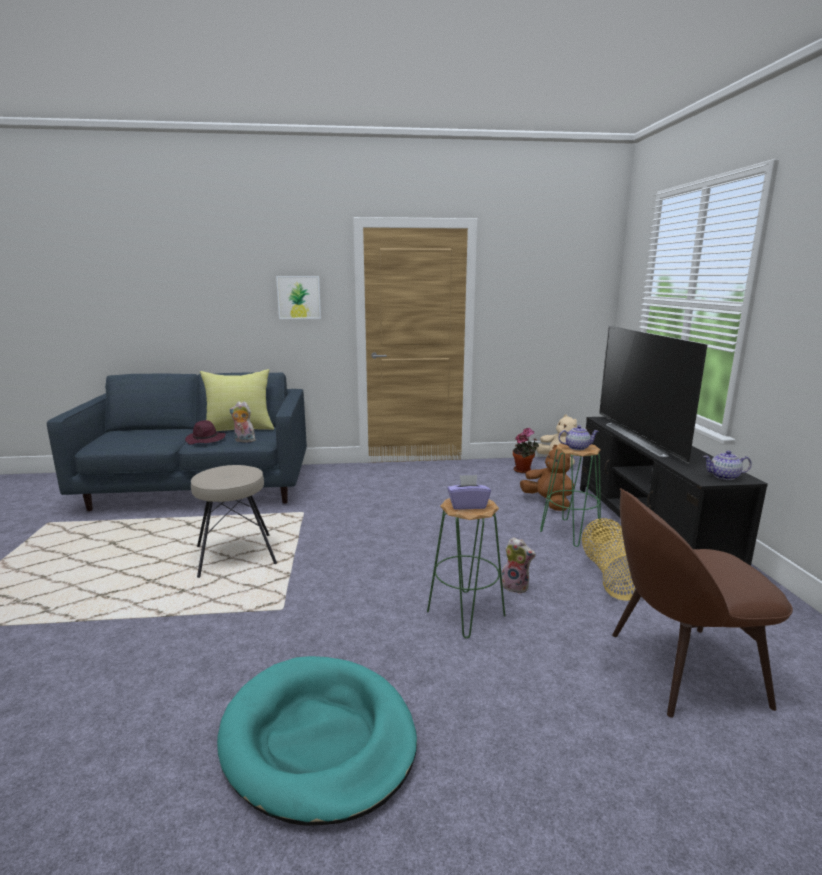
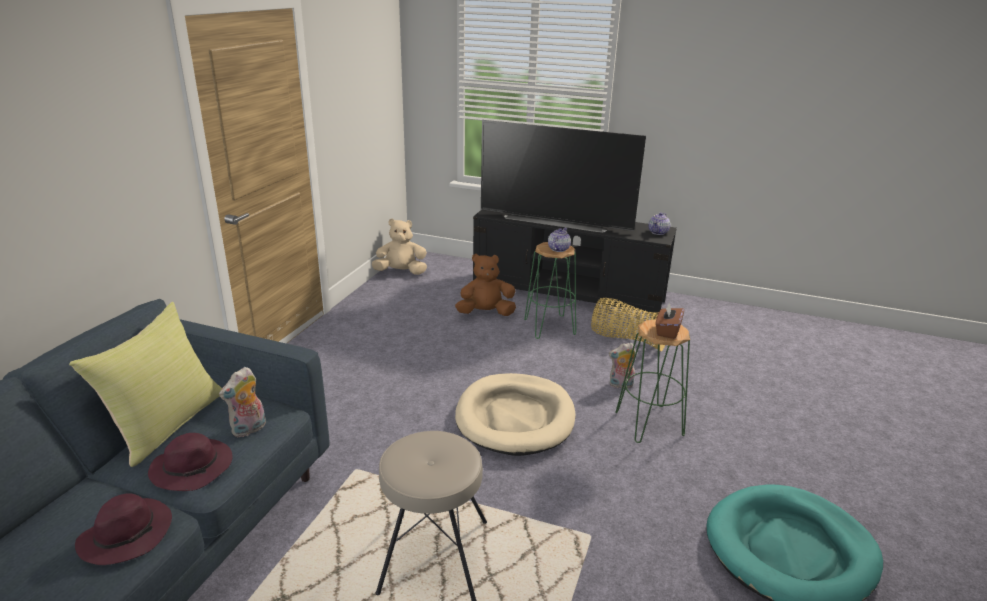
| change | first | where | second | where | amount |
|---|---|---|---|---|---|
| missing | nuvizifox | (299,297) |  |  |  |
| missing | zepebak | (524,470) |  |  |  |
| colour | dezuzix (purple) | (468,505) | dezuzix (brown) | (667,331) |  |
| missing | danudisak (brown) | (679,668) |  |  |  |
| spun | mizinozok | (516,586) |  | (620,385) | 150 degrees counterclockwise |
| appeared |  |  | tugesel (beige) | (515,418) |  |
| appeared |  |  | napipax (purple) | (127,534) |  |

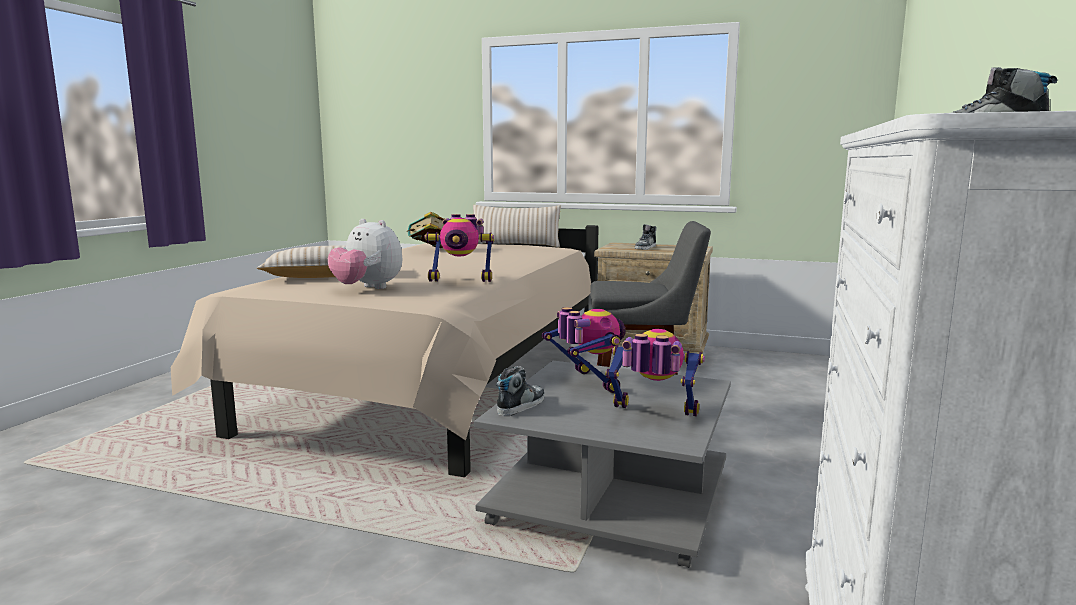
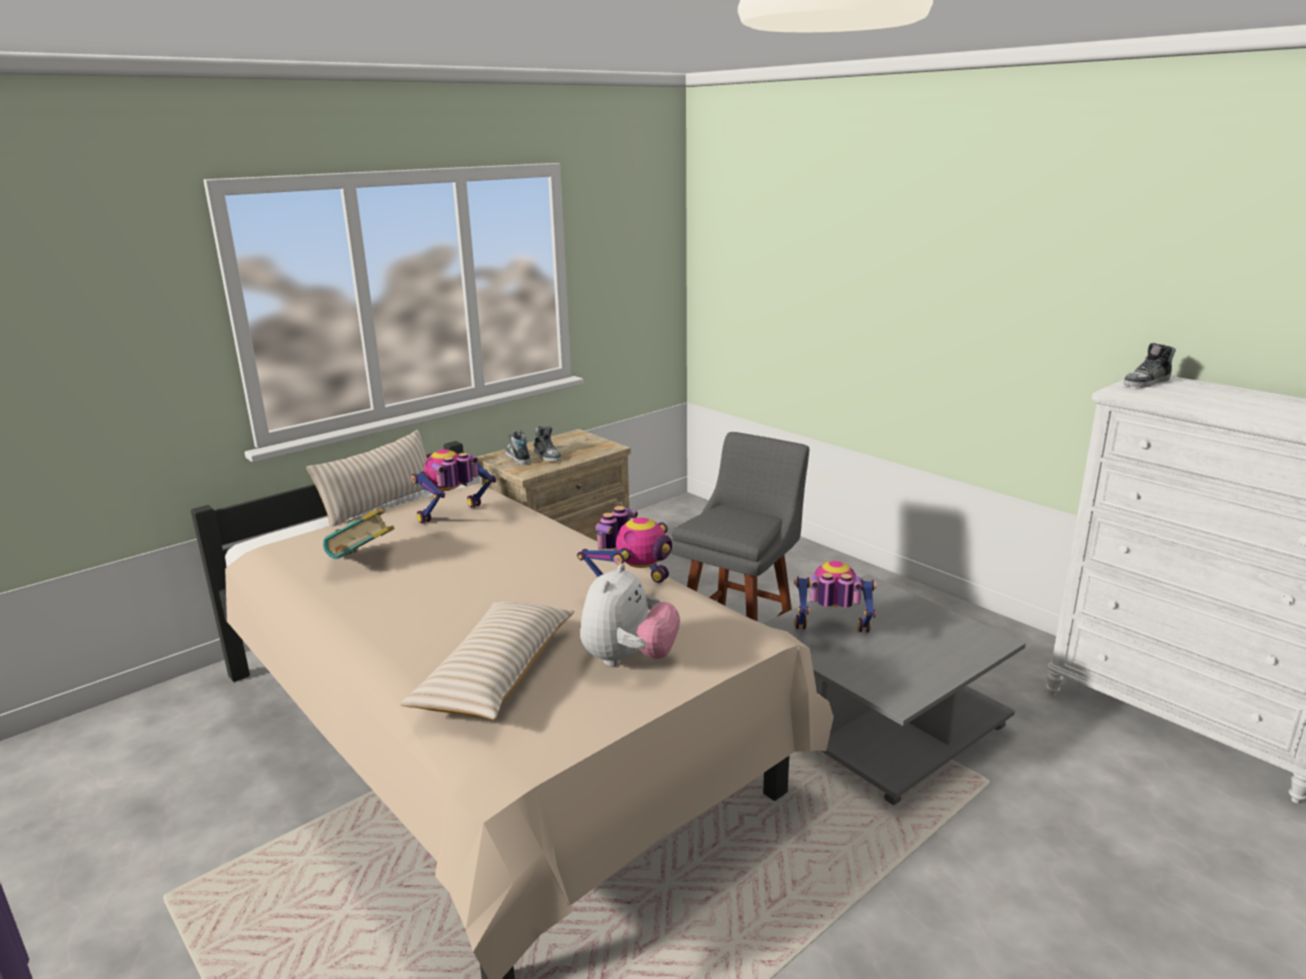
| change | first | where | second | where | amount |
|---|---|---|---|---|---|
| spun | mizinozok | (367,288) |  | (628,659) | 45 degrees counterclockwise |
| relocated | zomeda | (652,415) |  | (454,517) |  |
| relocated | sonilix | (521,405) |  | (518,457) |  |

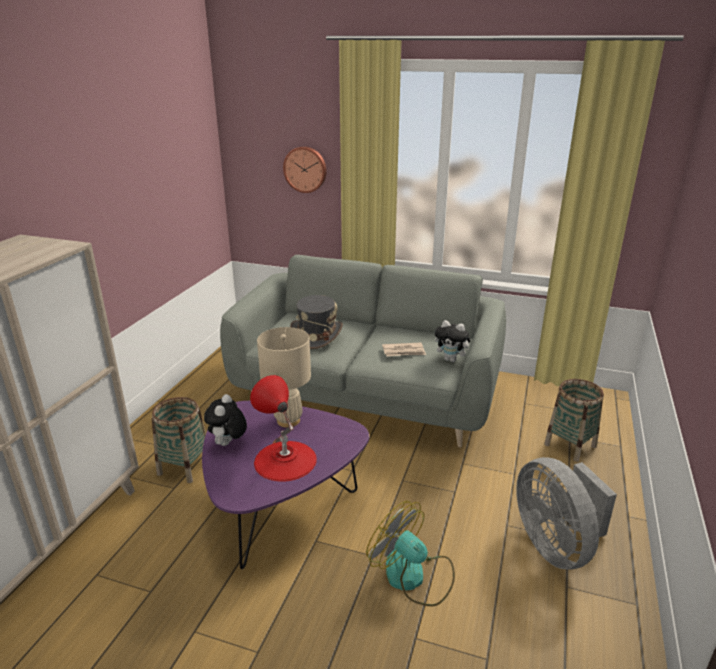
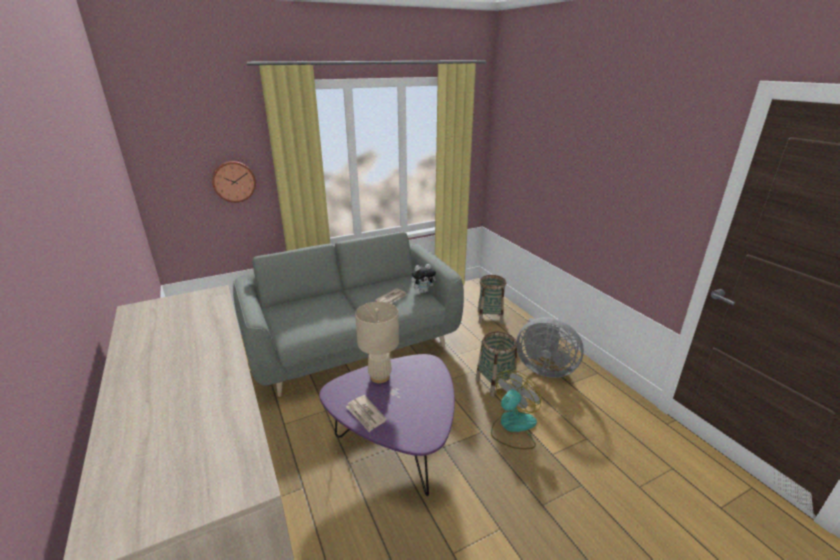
| change | first | where | second | where | amount |
|---|---|---|---|---|---|
| missing | napipax (grey) | (316,335) |  |  |  |
| missing | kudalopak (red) | (285,460) |  |  |  |
| exchanged | mizinozok | (228,444) | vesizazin | (365,414) |  |
| relocated | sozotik | (184,467) |  | (495,383) |  |
| spun | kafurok | (413,576) |  | (513,427) | 135 degrees clockwise |

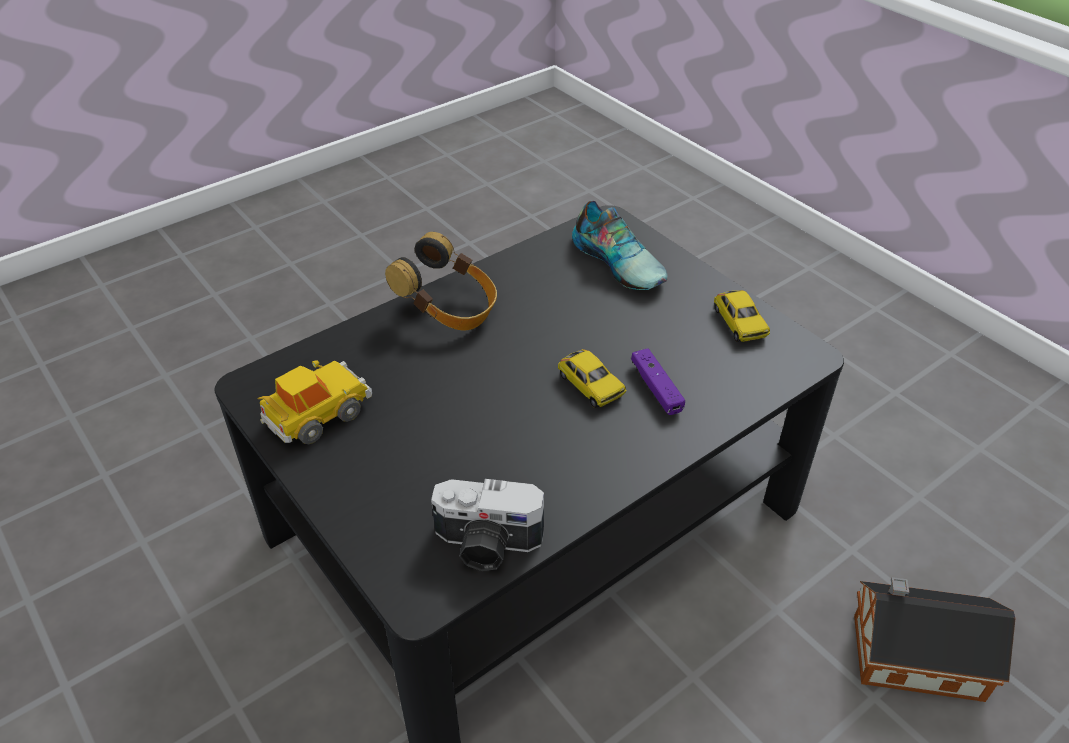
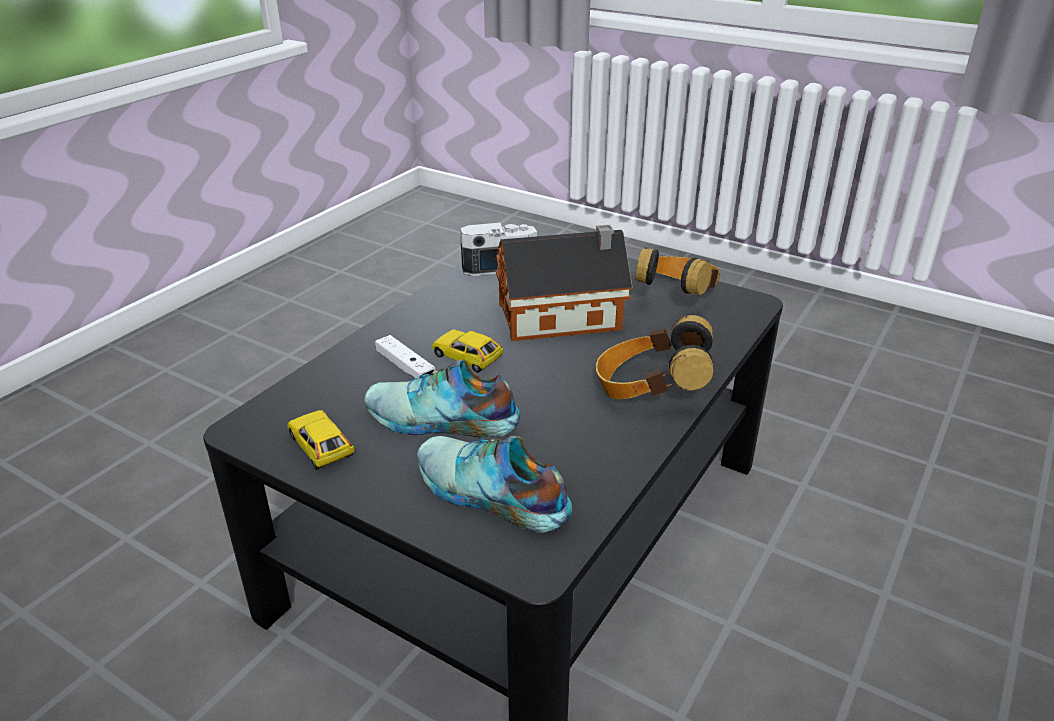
| change | first | where | second | where | amount |
|---|---|---|---|---|---|
| colour | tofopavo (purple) | (656,388) | tofopavo (white) | (405,367) |  |
| exchanged | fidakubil | (318,414) | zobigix | (677,297) |  |
| relocated | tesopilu | (910,655) |  | (565,317) |  |
| appeared |  |  | sonilix | (441,420) |  |

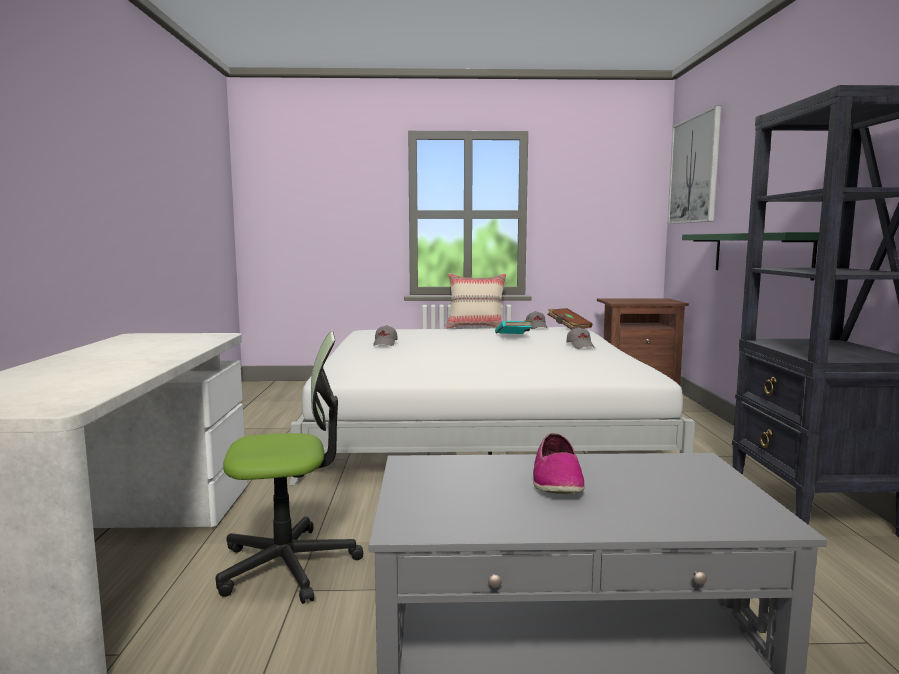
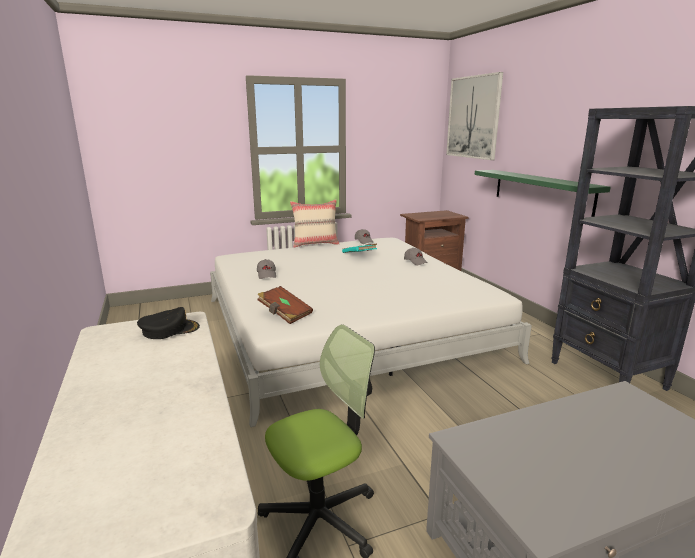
| change | first | where | second | where | amount |
|---|---|---|---|---|---|
| relocated | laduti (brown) | (568,327) |  | (284,314) |  |
| missing | sonilix | (556,481) |  |  |  |
| appeared |  |  | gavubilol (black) | (169,330) |  |

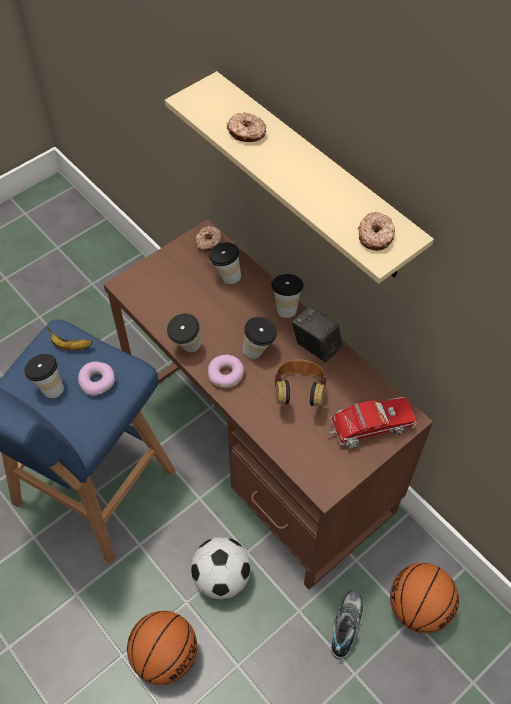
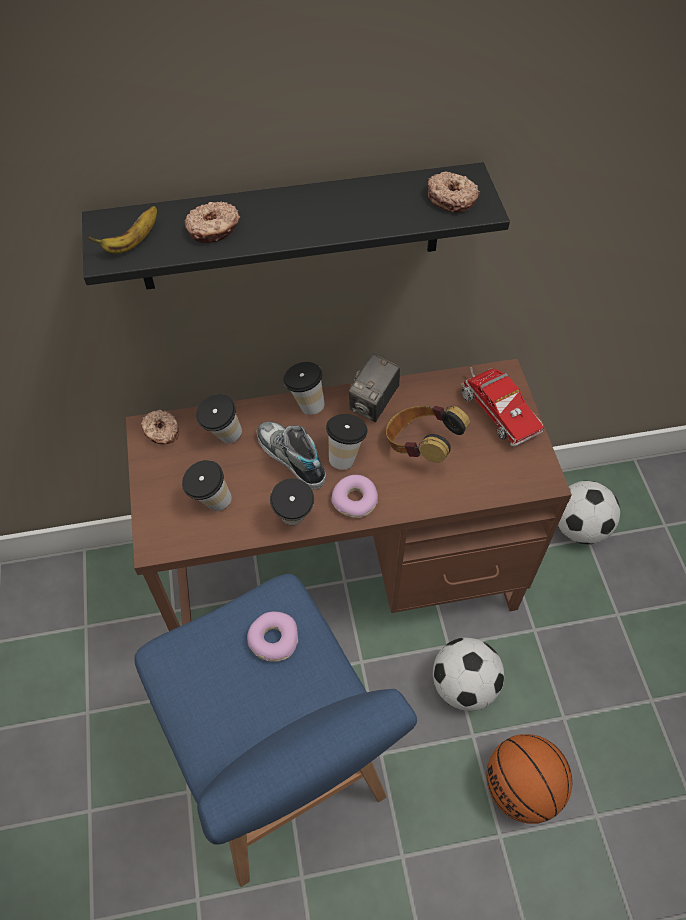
| change | first | where | second | where | amount |
|---|---|---|---|---|---|
| colour | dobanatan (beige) | (314,178) | dobanatan (black) | (290,228) |  |
| spun | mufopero | (316,347) |  | (373,404) | 45 degrees counterclockwise |
| relocated | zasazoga | (70,346) |  | (132,242) |  |
| relocated | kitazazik | (49,387) |  | (210,503) |  |
| spun | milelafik | (367,428) |  | (496,411) | 135 degrees clockwise |
| exchanged | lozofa | (418,607) | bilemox | (579,527) |  |
| relocated | sonilix | (346,625) |  | (291,458) |  |

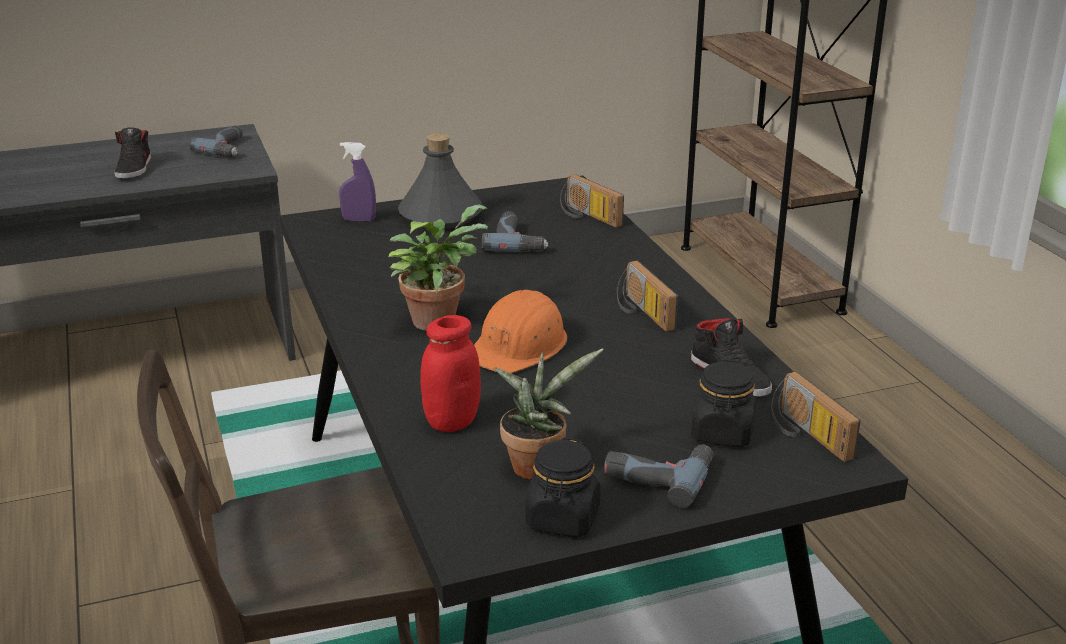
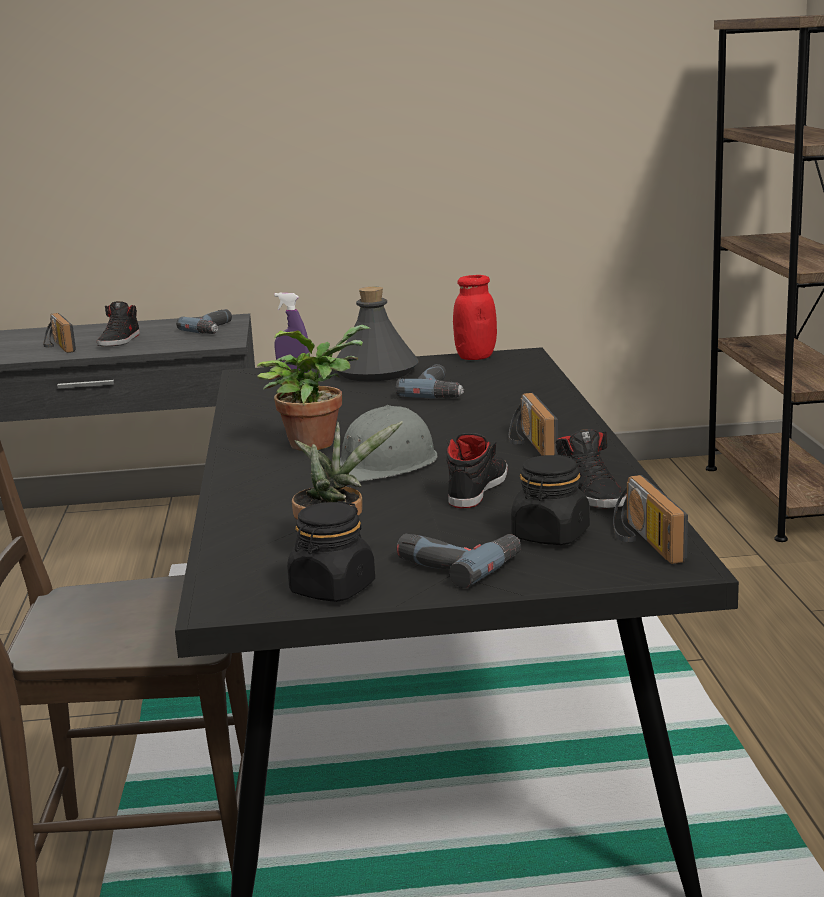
| change | first | where | second | where | amount |
|---|---|---|---|---|---|
| relocated | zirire | (587,216) |  | (57,347) |  |
| colour | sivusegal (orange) | (520,346) | sivusegal (grey) | (384,464) |  |
| relocated | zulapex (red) | (451,421) |  | (475,357) |  |
| appeared |  |  | sonilix (black) | (477,488) |  |

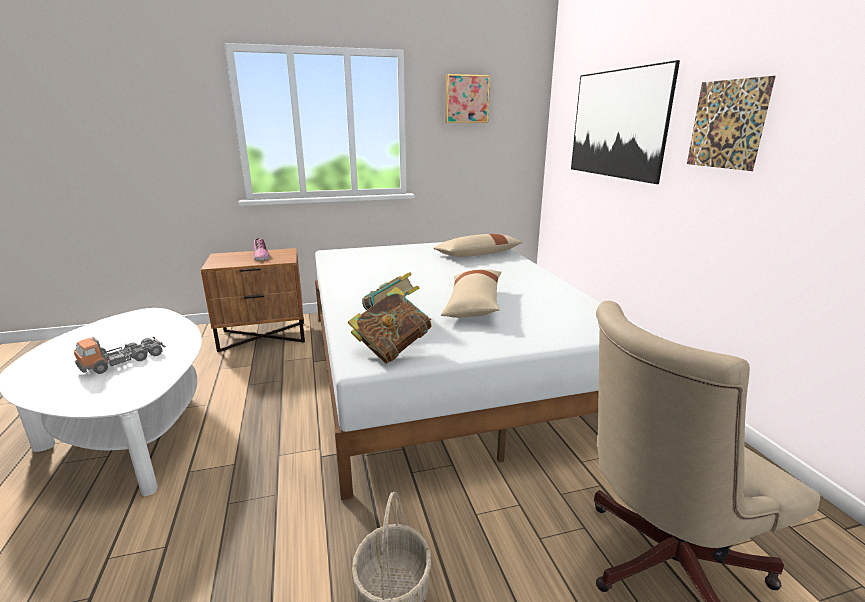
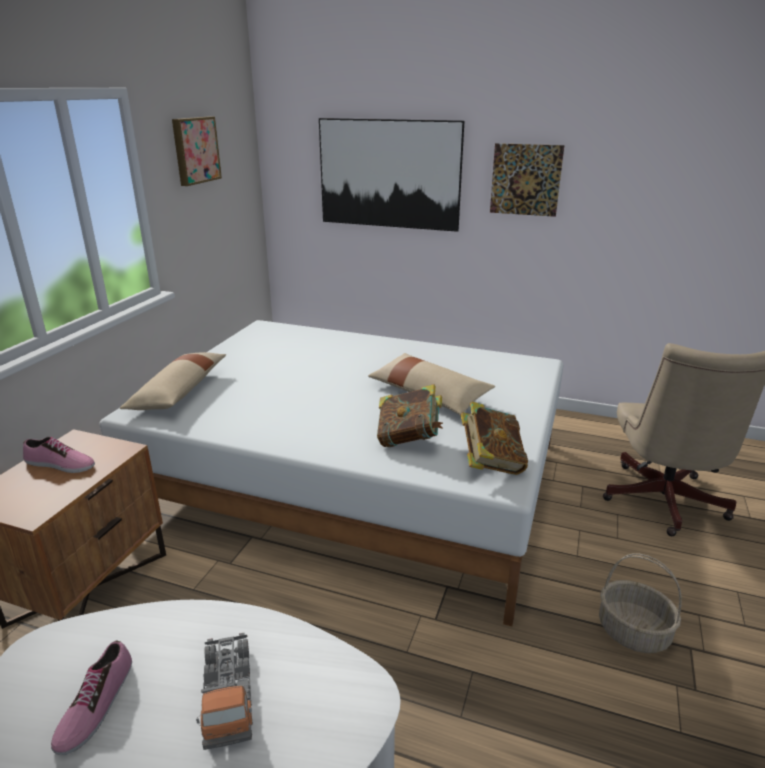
| change | first | where | second | where | amount |
|---|---|---|---|---|---|
| relocated | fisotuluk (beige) | (477,255) |  | (179,392) |  |
| appeared |  |  | sonilix | (95,704) |  |

